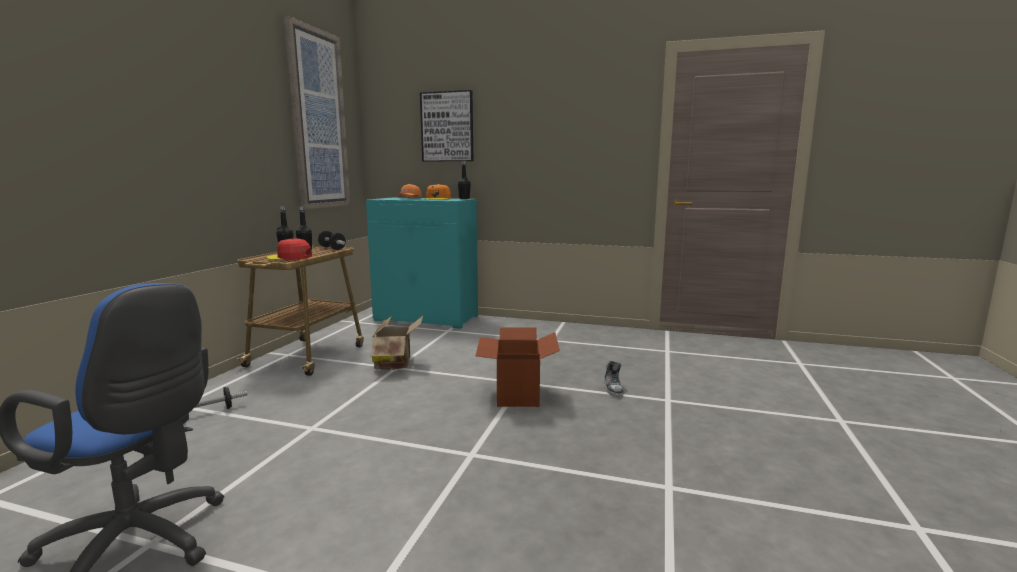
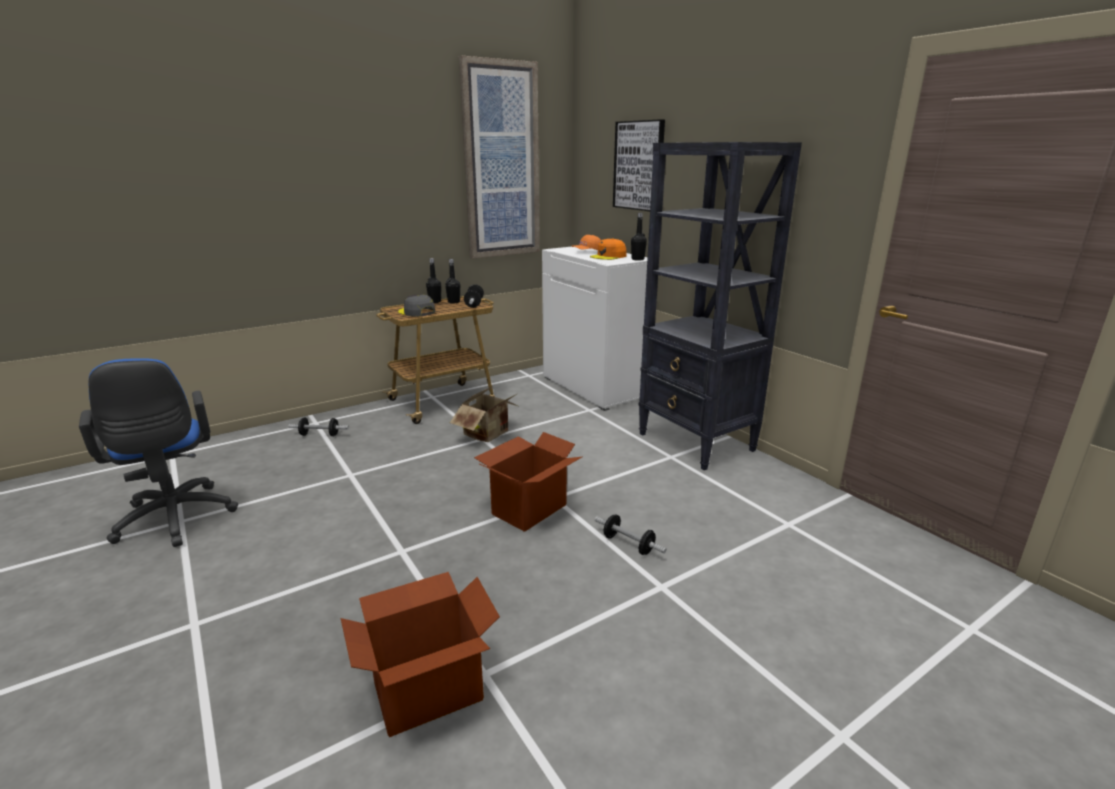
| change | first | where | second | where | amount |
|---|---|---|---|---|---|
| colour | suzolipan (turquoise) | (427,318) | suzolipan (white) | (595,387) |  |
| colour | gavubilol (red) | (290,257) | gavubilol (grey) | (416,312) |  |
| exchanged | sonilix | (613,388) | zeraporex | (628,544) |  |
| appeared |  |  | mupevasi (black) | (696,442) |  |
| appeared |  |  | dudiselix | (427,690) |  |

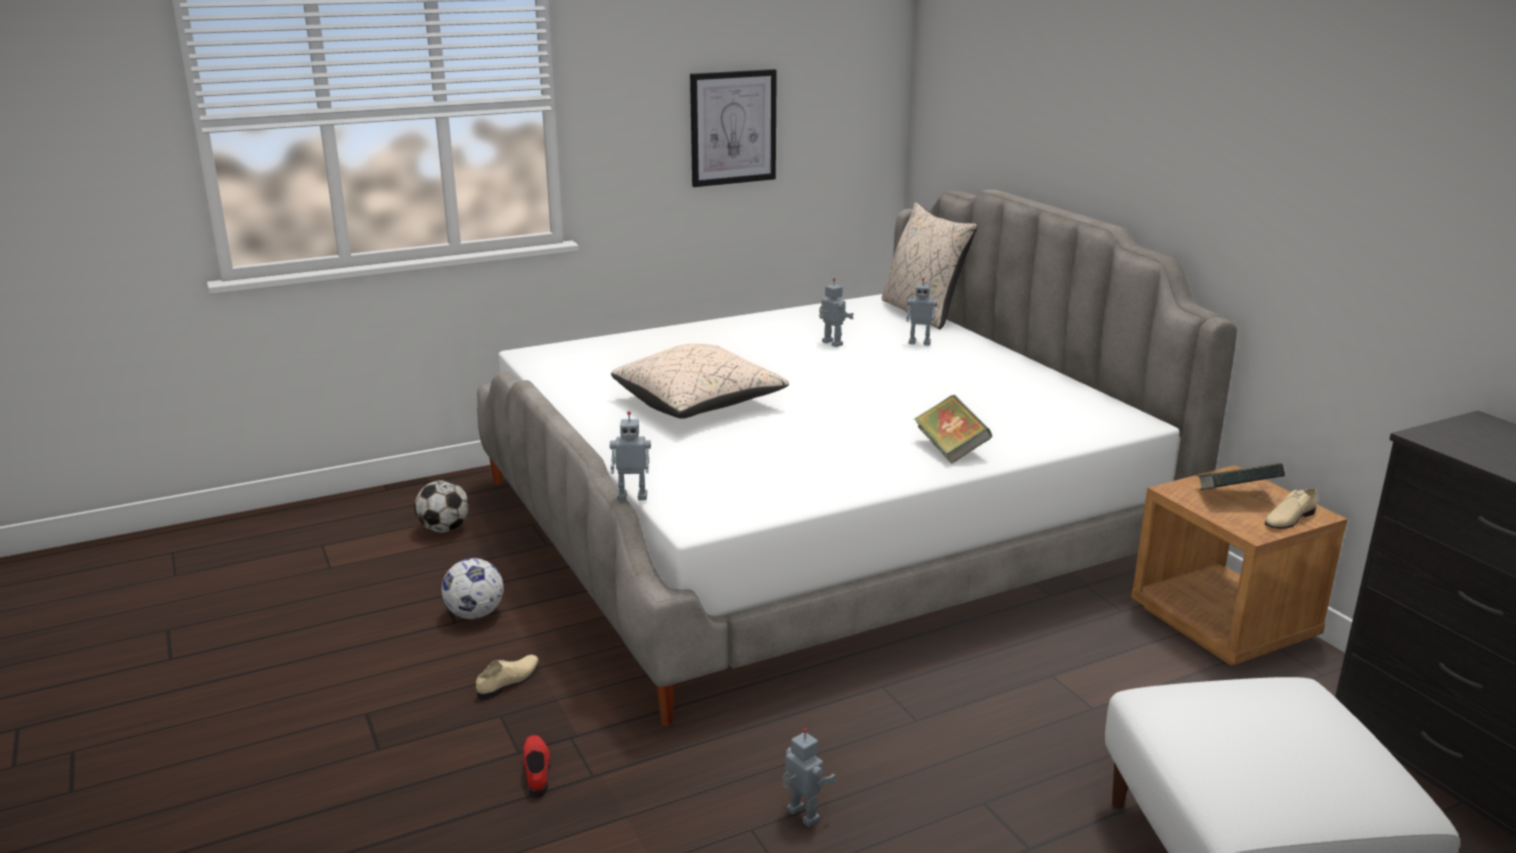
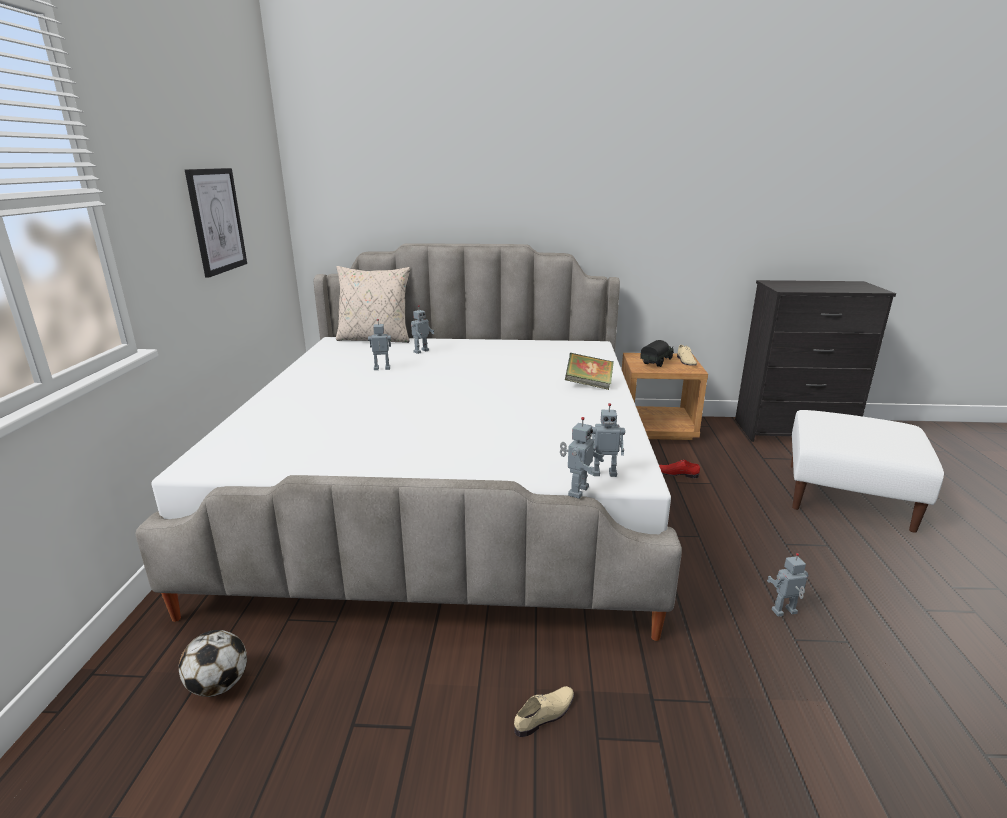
| change | first | where | second | where | amount |
|---|---|---|---|---|---|
| missing | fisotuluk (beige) | (699,404) |  |  |  |
| exchanged | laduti | (1235,497) | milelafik | (657,362) |  |
| missing | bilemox | (475,614) |  |  |  |
| spun | sonilix (beige) | (509,681) |  | (545,714) | 75 degrees clockwise |
| relocated | sonilix (red) | (537,769) |  | (676,473) |  |
| appeared |  |  | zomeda | (604,473) |  |

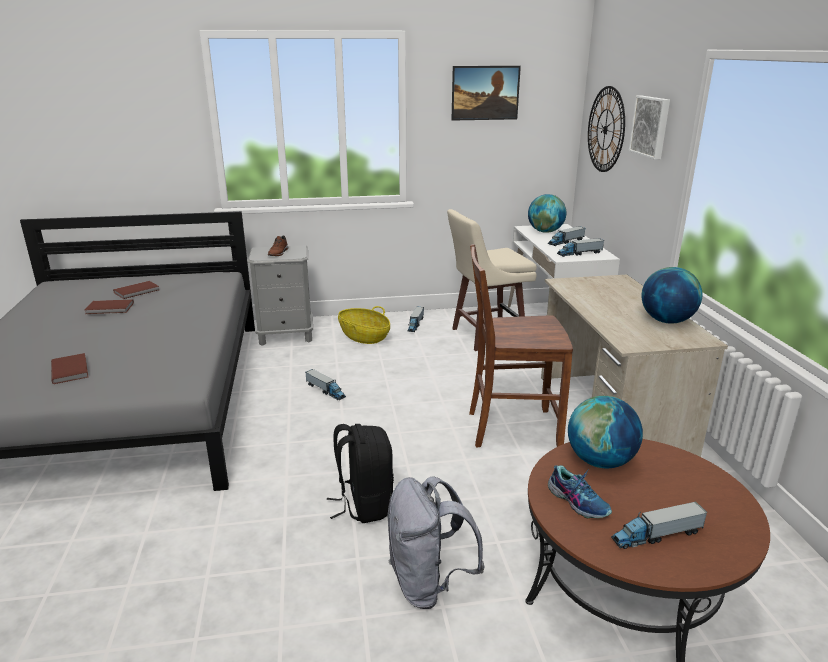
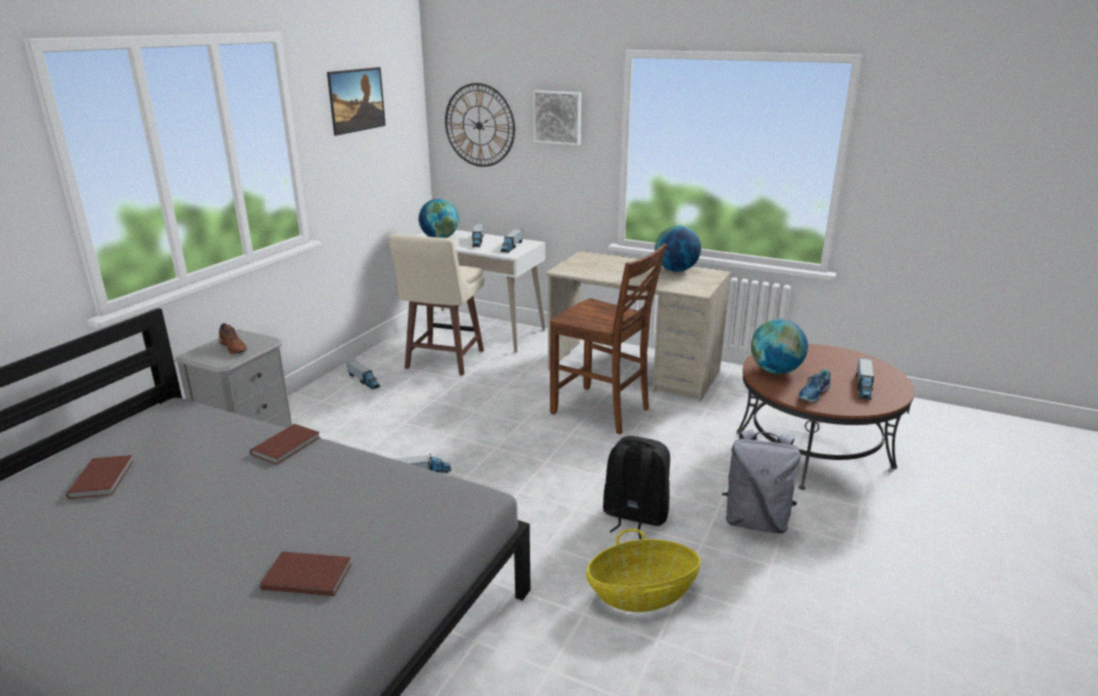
| change | first | where | second | where | amount |
|---|---|---|---|---|---|
| spun | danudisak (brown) | (511,429) |  | (602,411) | 90 degrees counterclockwise |
| relocated | laduti (brown) | (110,309) |  | (288,446) |  |
| relocated | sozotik | (364,337) |  | (642,593) |  |
| spun | sonilix | (578,501) |  | (814,394) | 135 degrees clockwise |

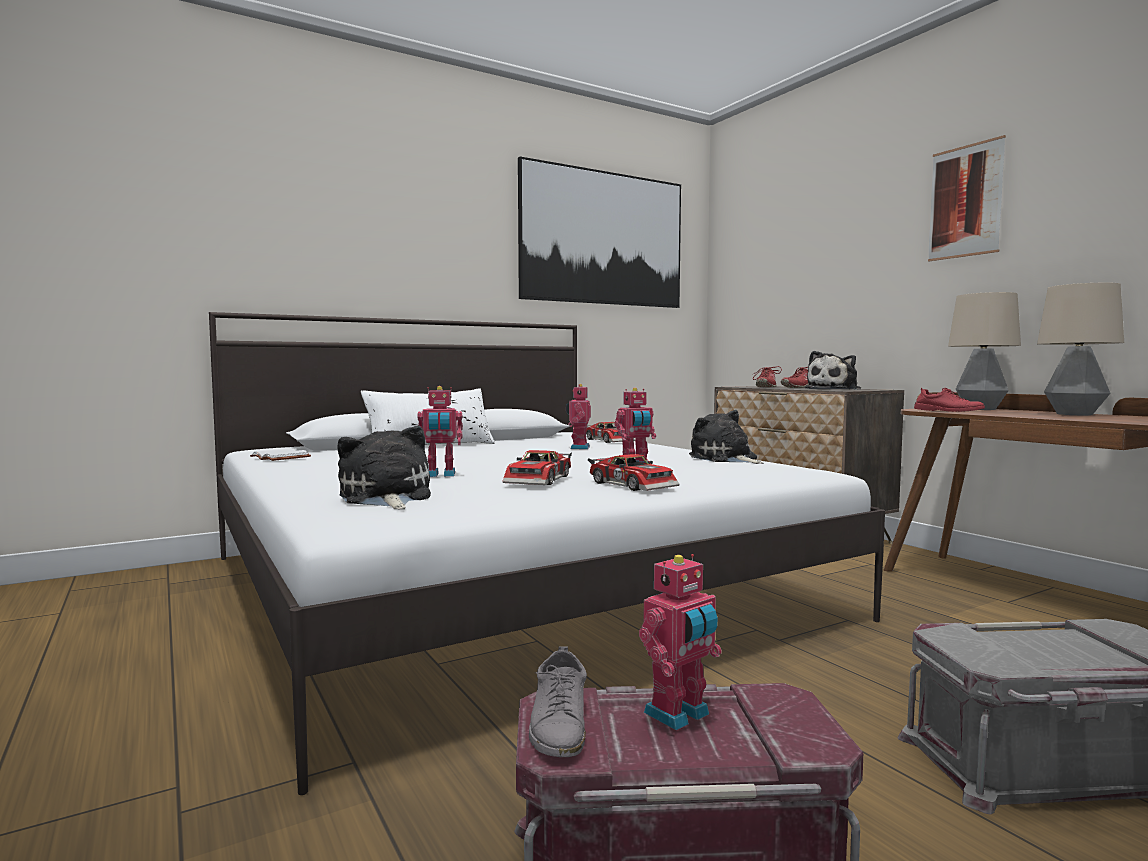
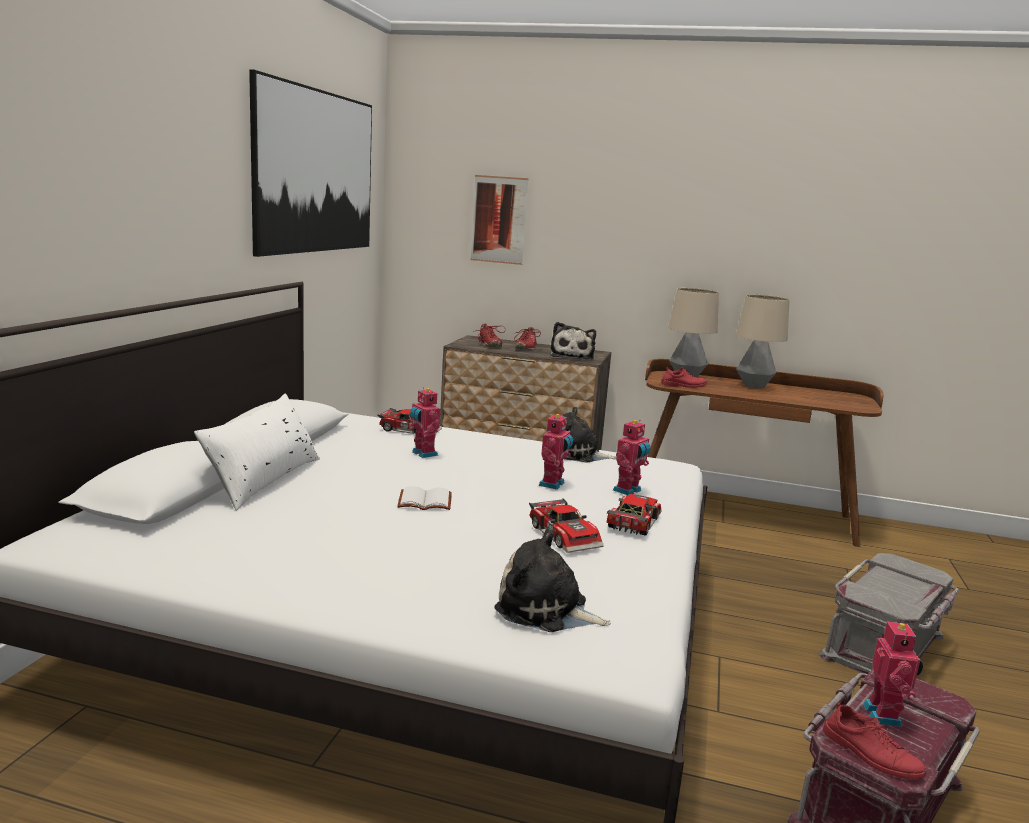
| change | first | where | second | where | amount |
|---|---|---|---|---|---|
| relocated | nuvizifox | (965,201) |  | (499,220) |  |
| relocated | zomeda | (441,475) |  | (628,491) |  |
| relocated | laduti (white) | (282,458) |  | (426,501) |  |
| spun | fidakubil | (634,484) |  | (631,522) | 75 degrees counterclockwise |
| colour | sonilix (grey) | (559,723) | sonilix (red) | (871,754) |  |

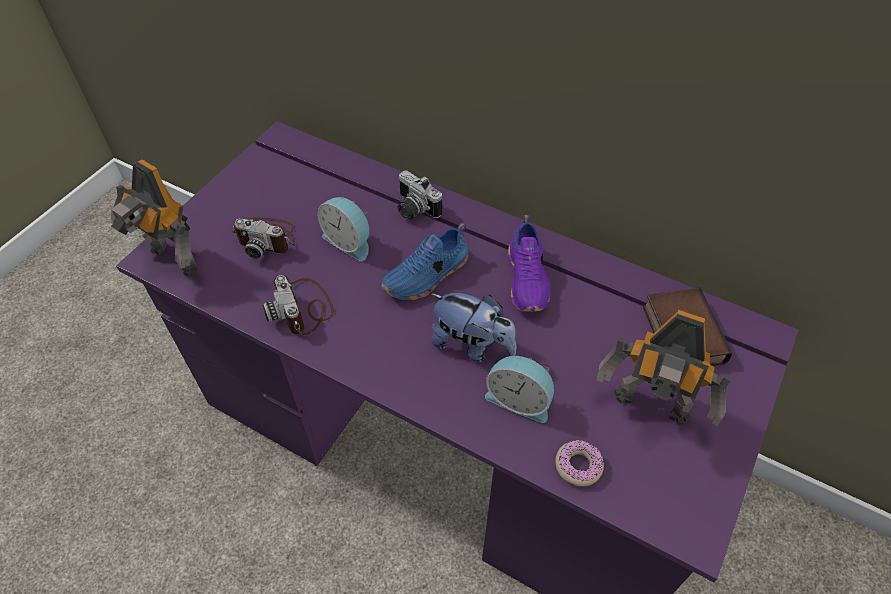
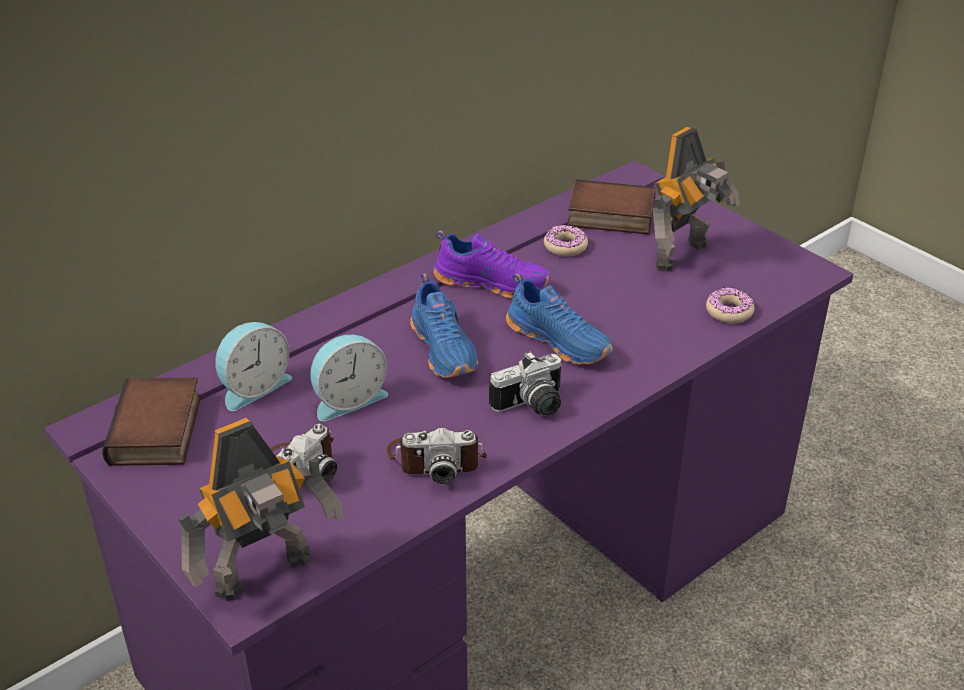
| change | first | where | second | where | amount |
|---|---|---|---|---|---|
| relocated | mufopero | (413,209) |  | (532,406) |  |
| exchanged | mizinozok | (472,345) | sonilix (blue) | (560,340) |  |
| relocated | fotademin | (519,399) |  | (253,387) |  |
| appeared |  |  | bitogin | (565,246) |  |
| appeared |  |  | laduti | (158,431) |  |

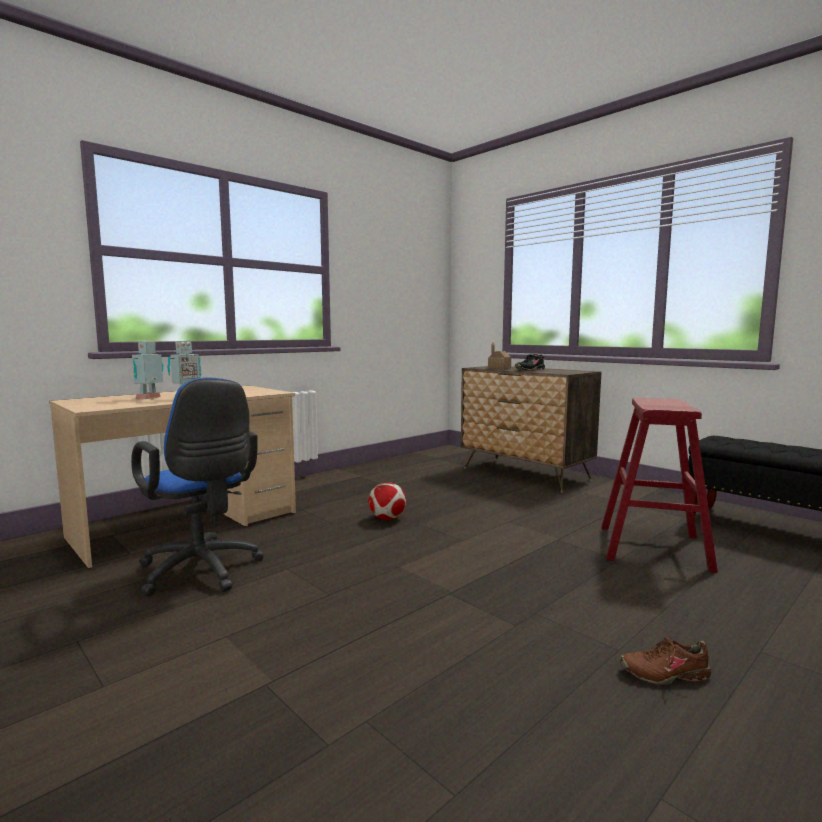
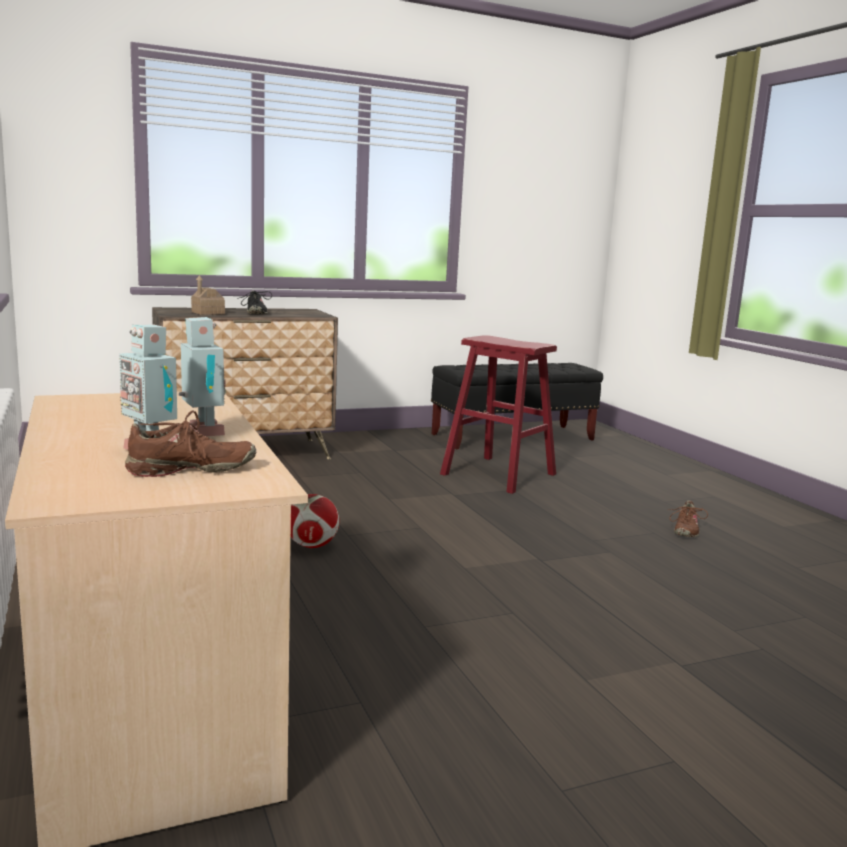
| change | first | where | second | where | amount |
|---|---|---|---|---|---|
| missing | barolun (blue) | (202,572) |  |  |  |
| appeared |  |  | sonilix (brown) | (191,470) |  |

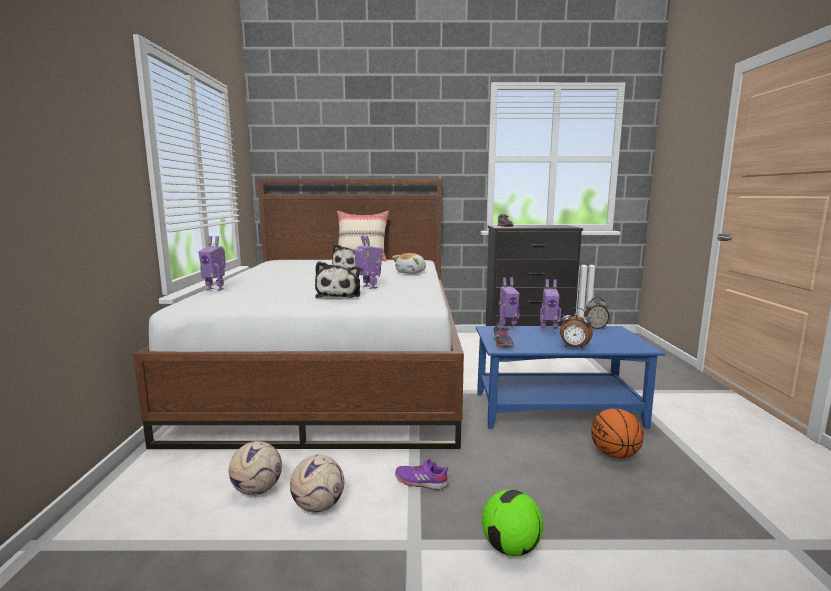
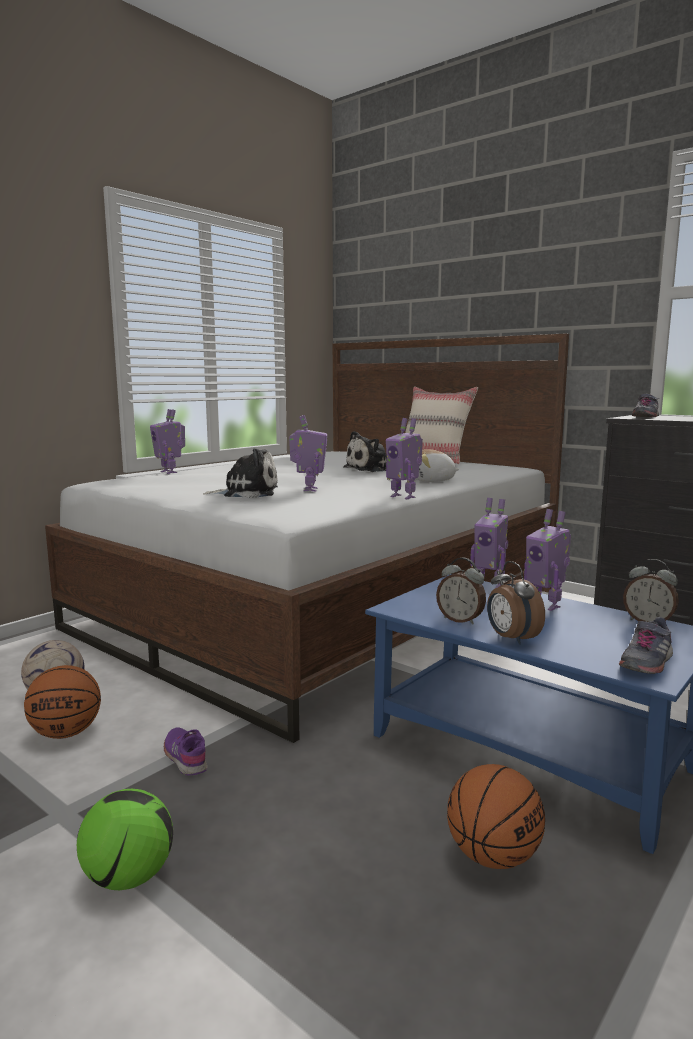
| change | first | where | second | where | amount |
|---|---|---|---|---|---|
| spun | mizinozok | (339,295) |  | (247,493) | 135 degrees counterclockwise |
| relocated | sonilix (grey) | (502,343) |  | (645,662) |  |
| exchanged | bilemox | (318,506) | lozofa | (66,733) |  |
| appeared |  |  | zomeda | (403,497) |  |
| appeared |  |  | fotademin | (460,620) |  |

